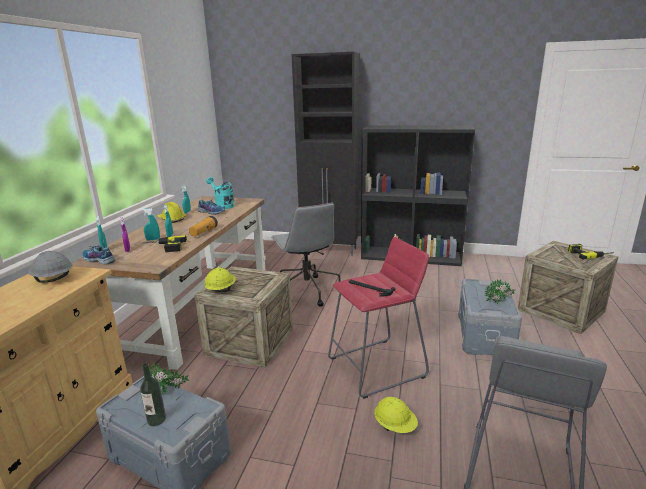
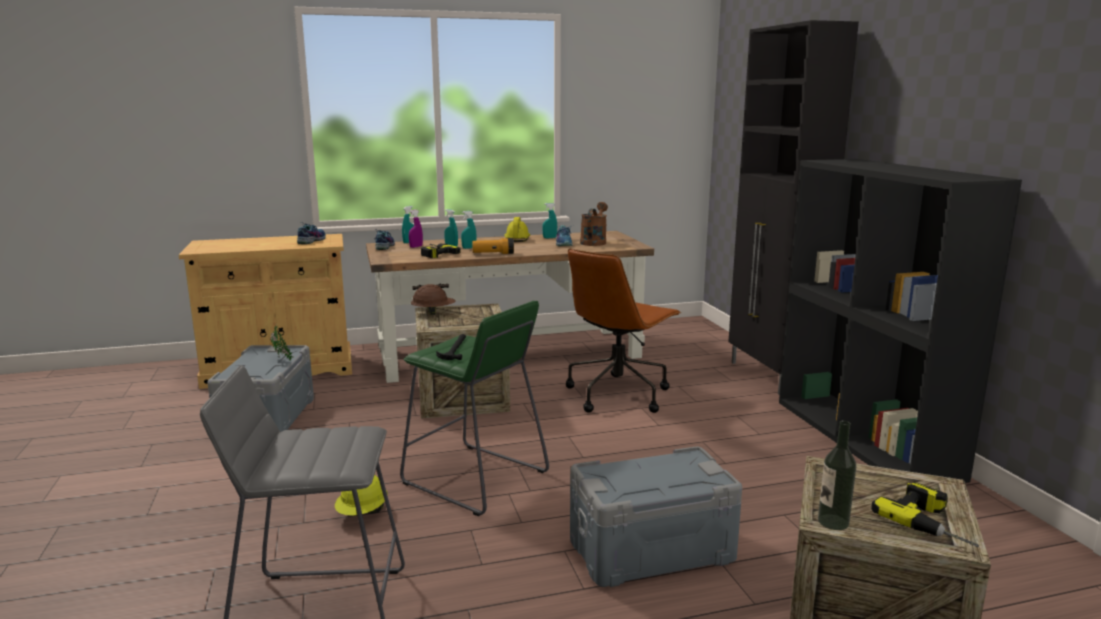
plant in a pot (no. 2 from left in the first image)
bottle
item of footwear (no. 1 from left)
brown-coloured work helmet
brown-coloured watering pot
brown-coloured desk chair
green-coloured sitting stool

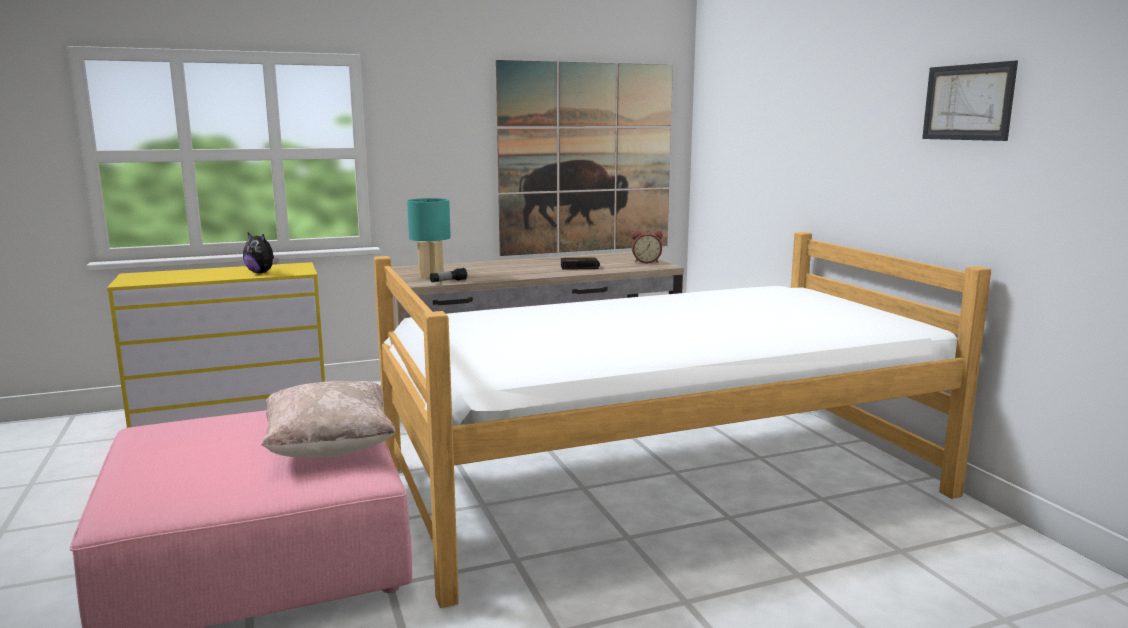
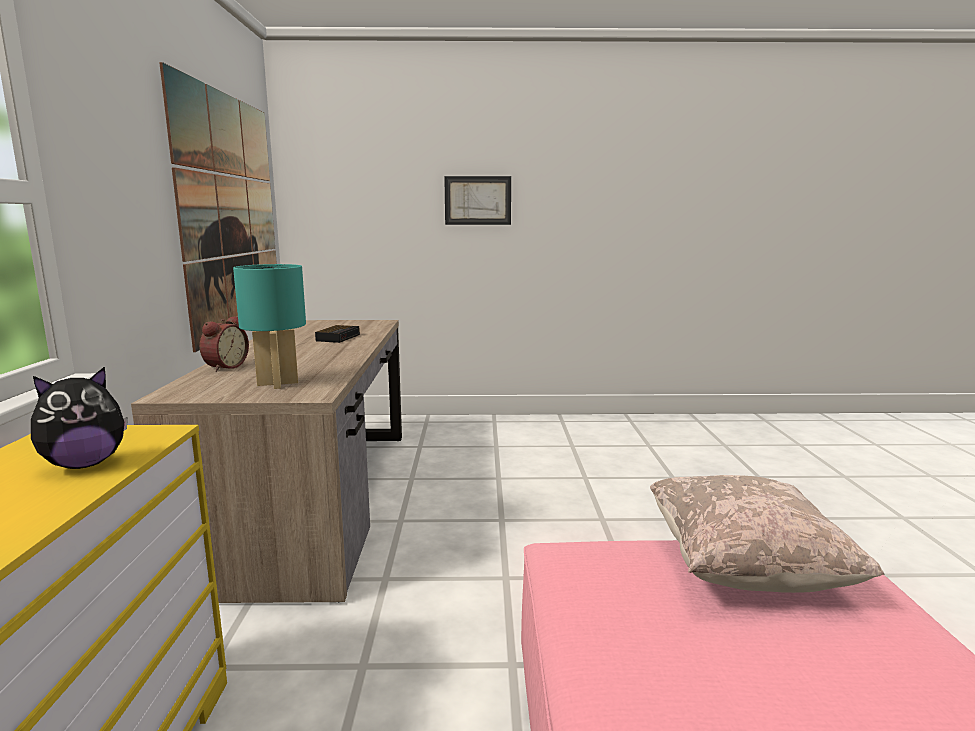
bed
flashlight
alarm clock (no. 1 from left)
wall picture (no. 2 from left)

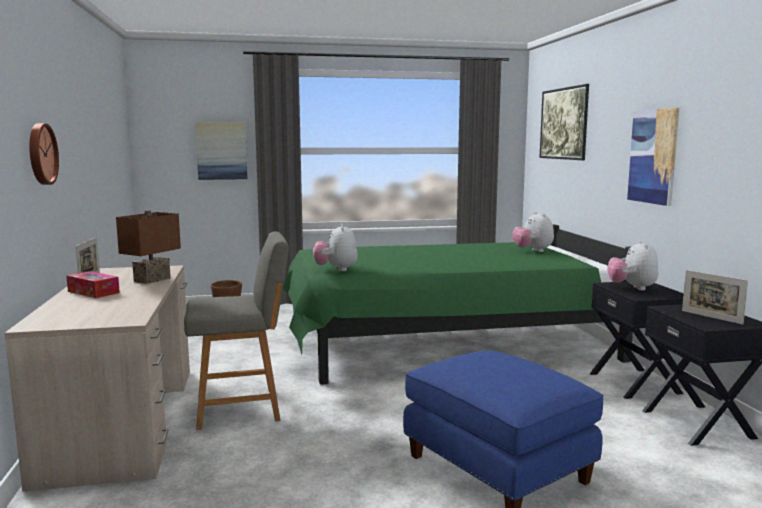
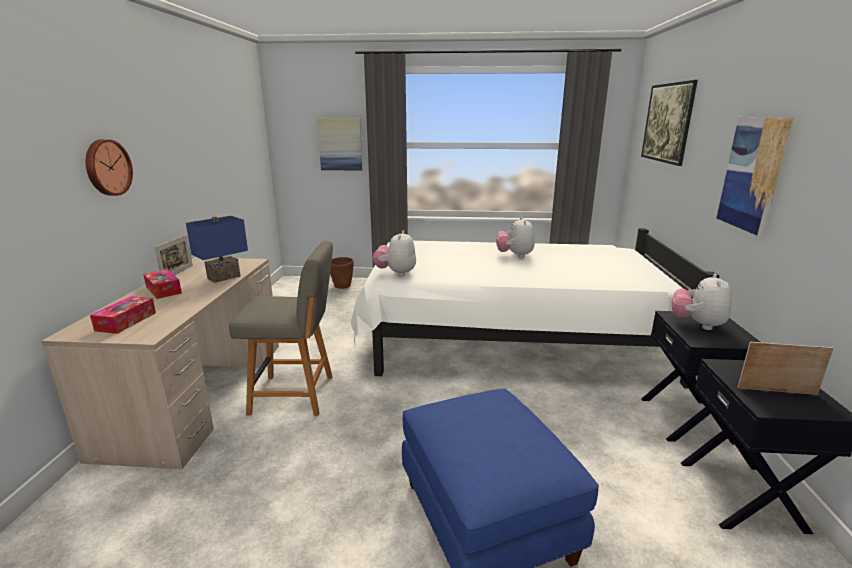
tissue holder (no. 1 from left)
plush toy (no. 2 from left)
bluish table lamp
white-coloured bed
standing frame (no. 2 from left)

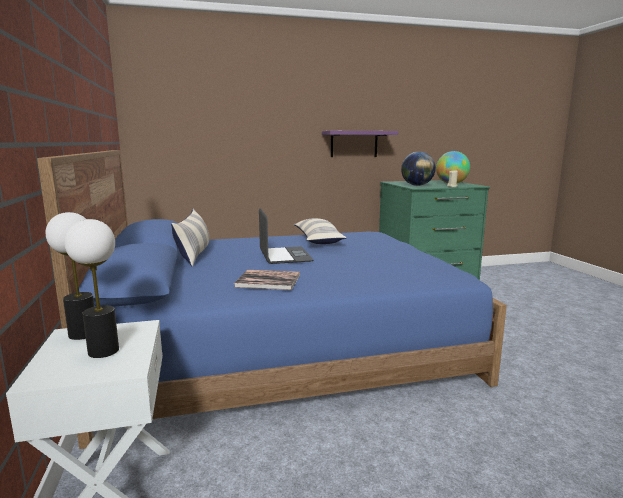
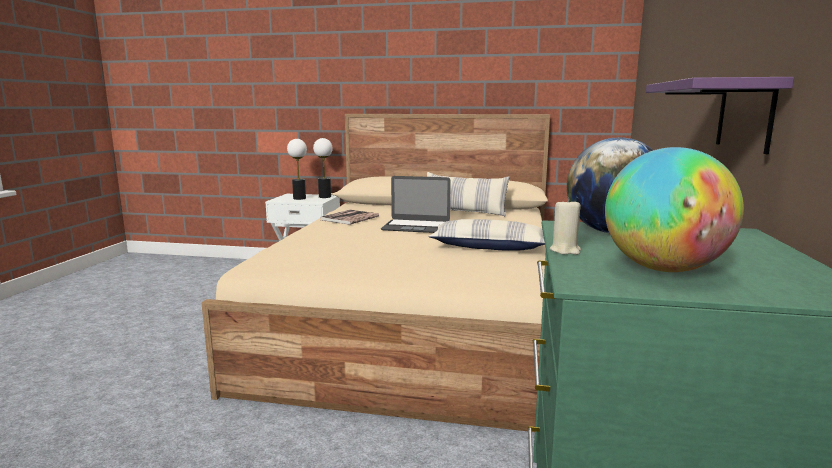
beige bed

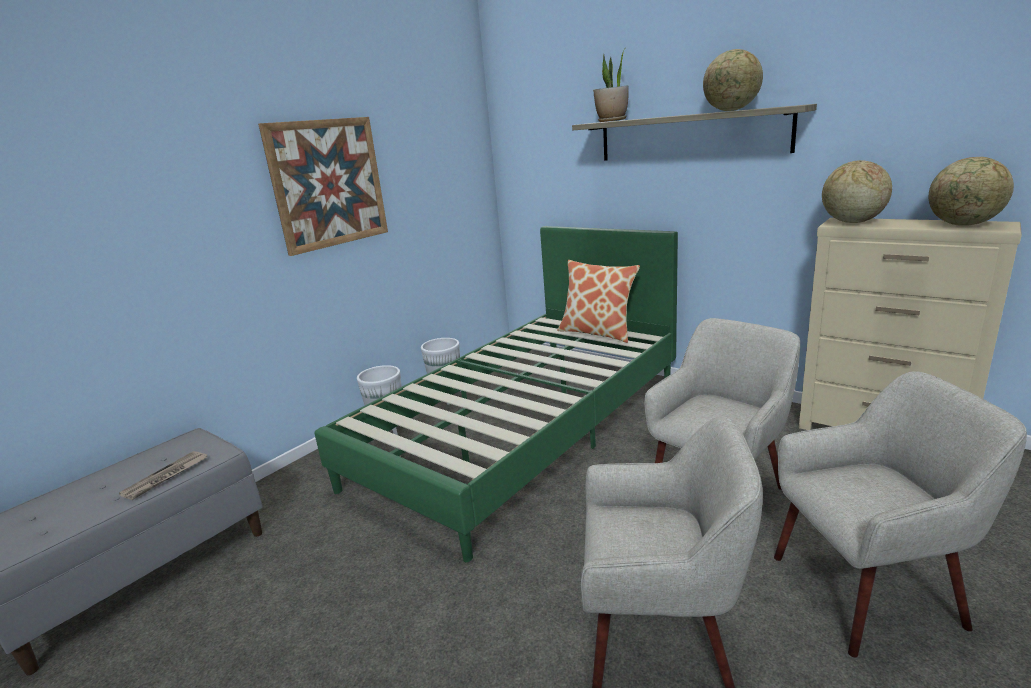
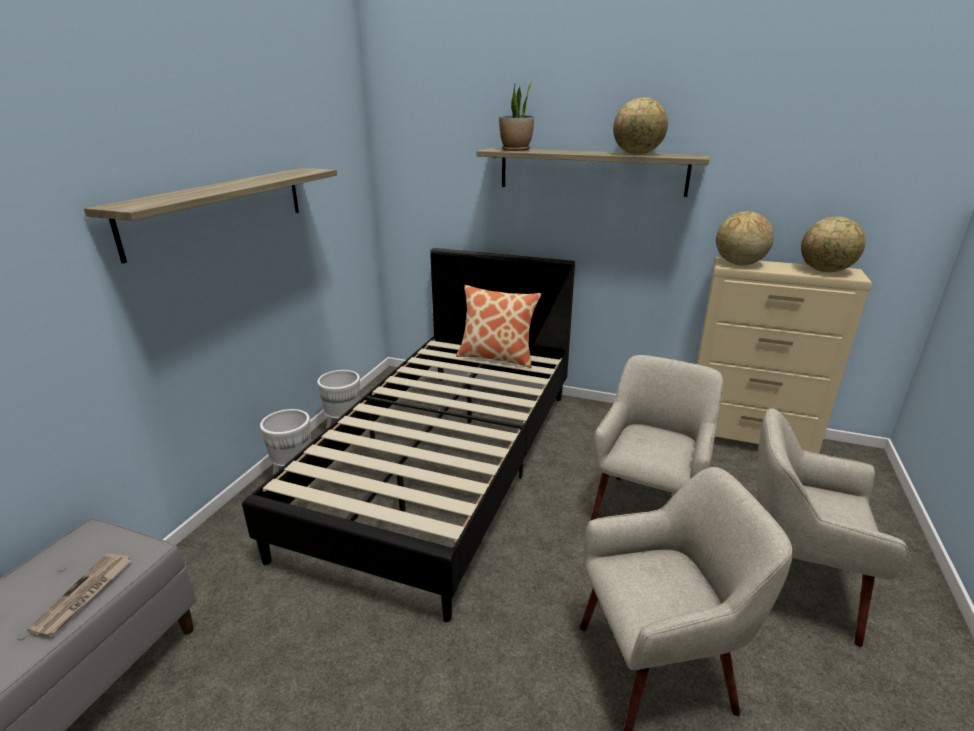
bracket shelf (no. 1 from left)
blackish bed
beige easy chair (no. 3 from left)

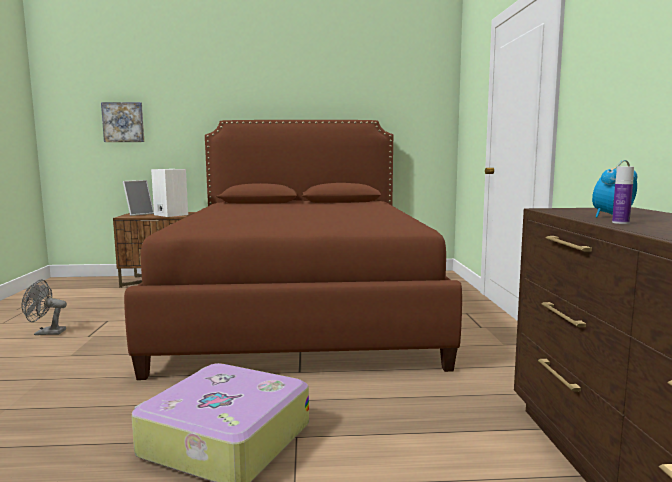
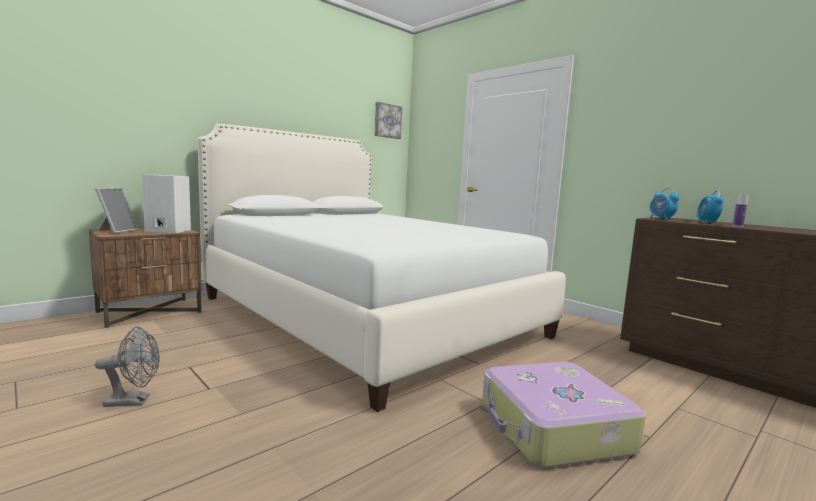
alarm clock (no. 1 from left)
wall picture
white-coloured bed
gray cooling fan

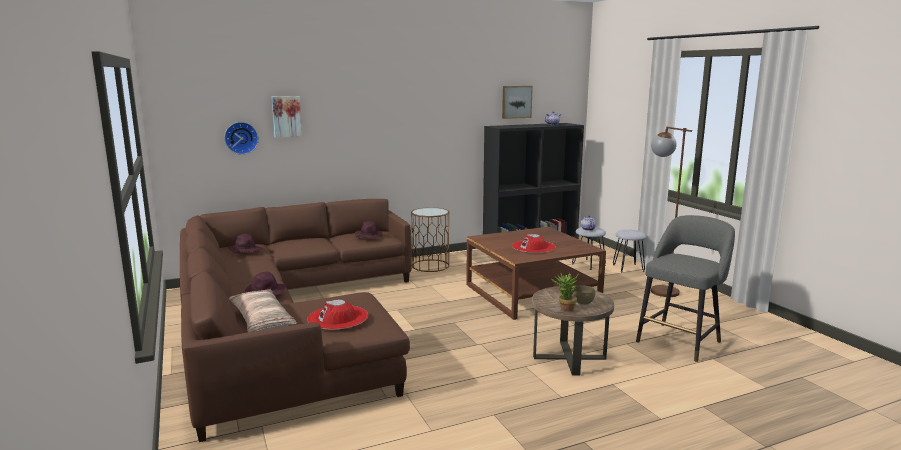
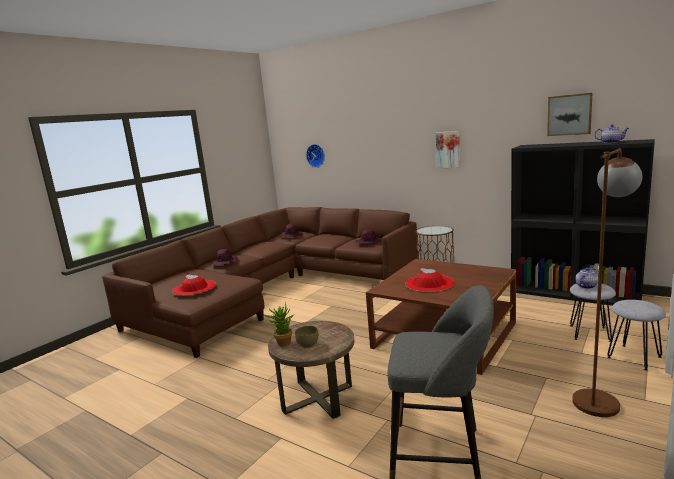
cushion
wall picture (no. 1 from left)

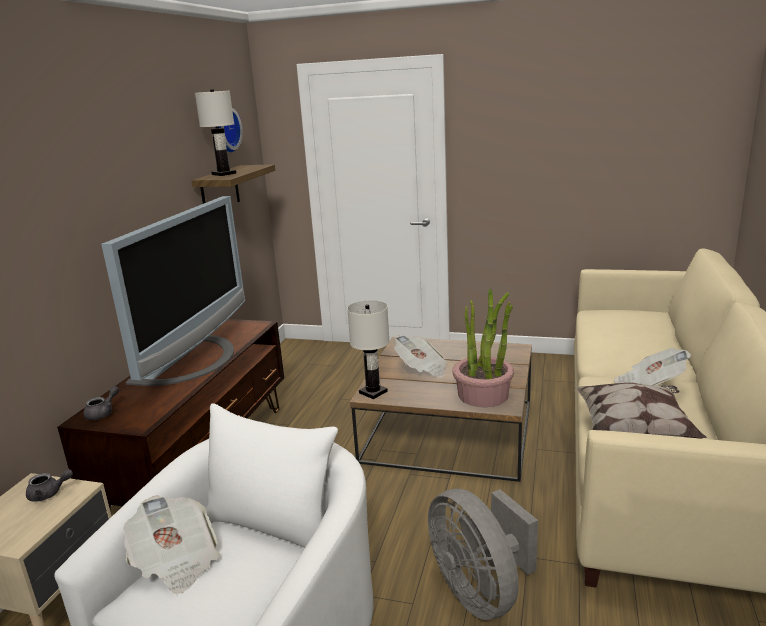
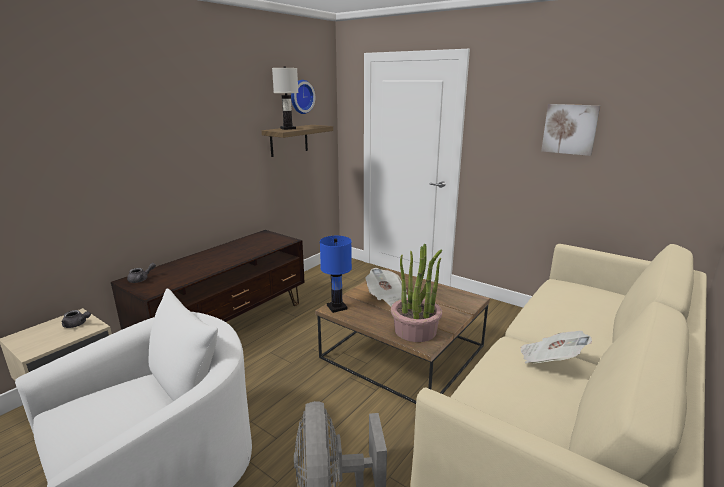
TV set
daily paper (no. 1 from left in the first image)
cushion
wall picture
bluish table lamp

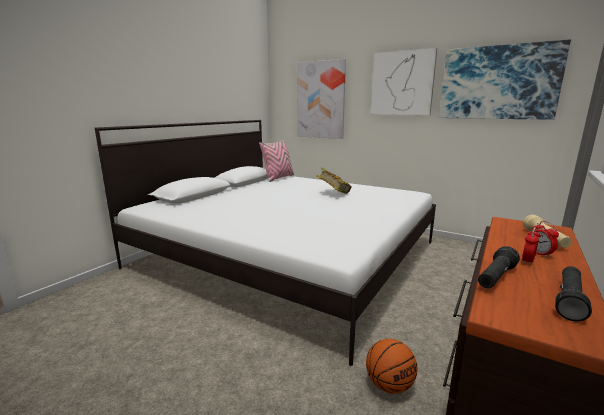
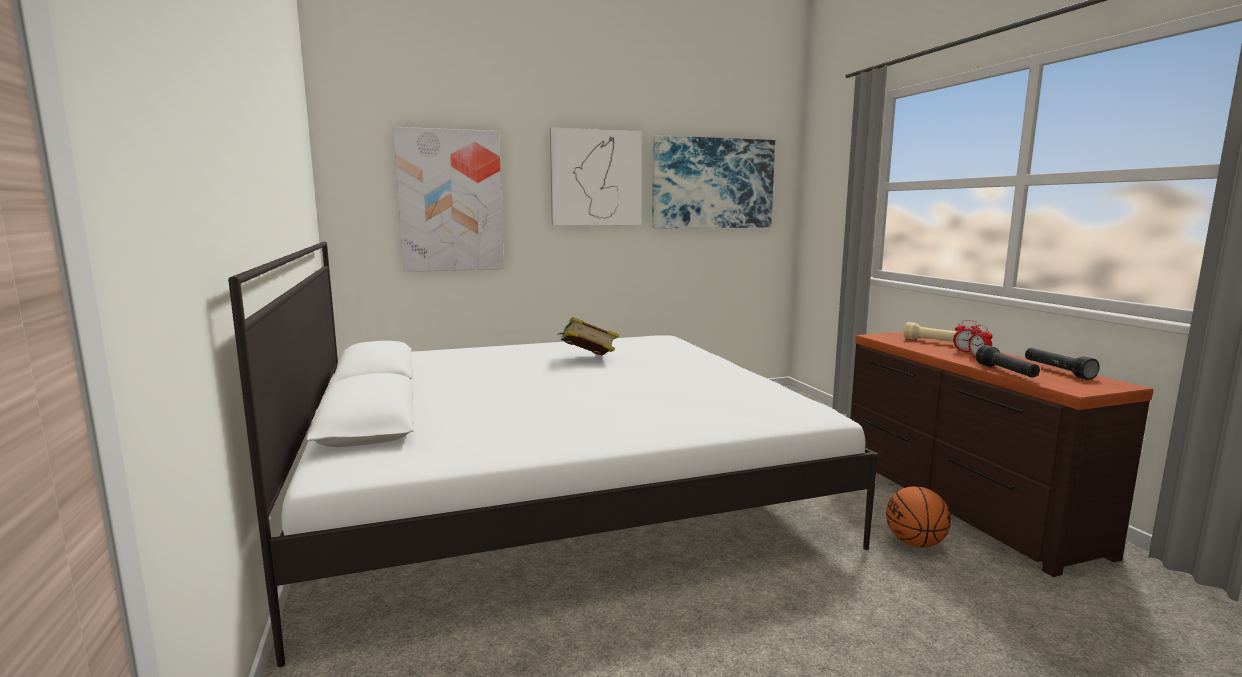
pink-coloured cushion

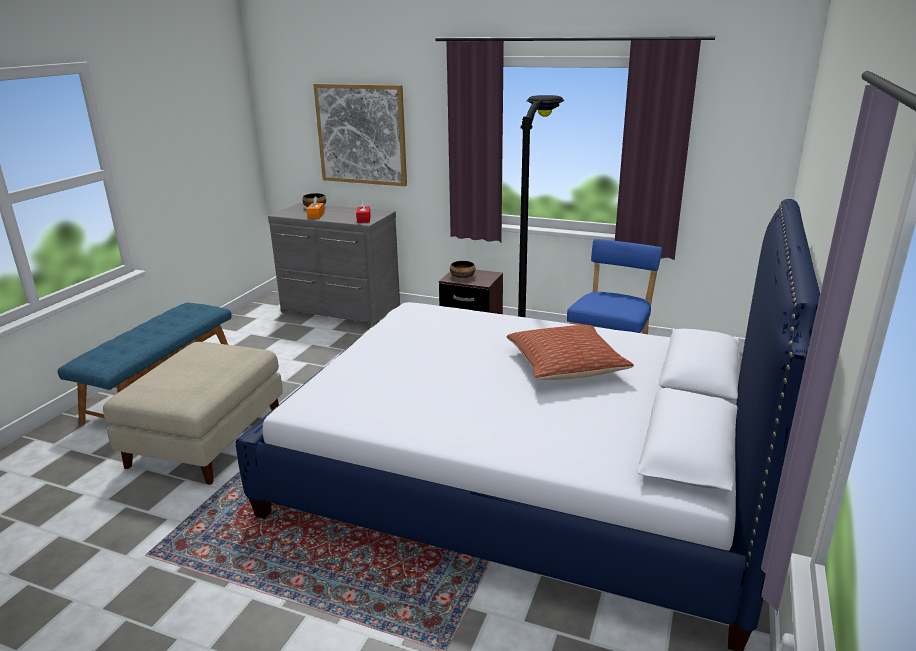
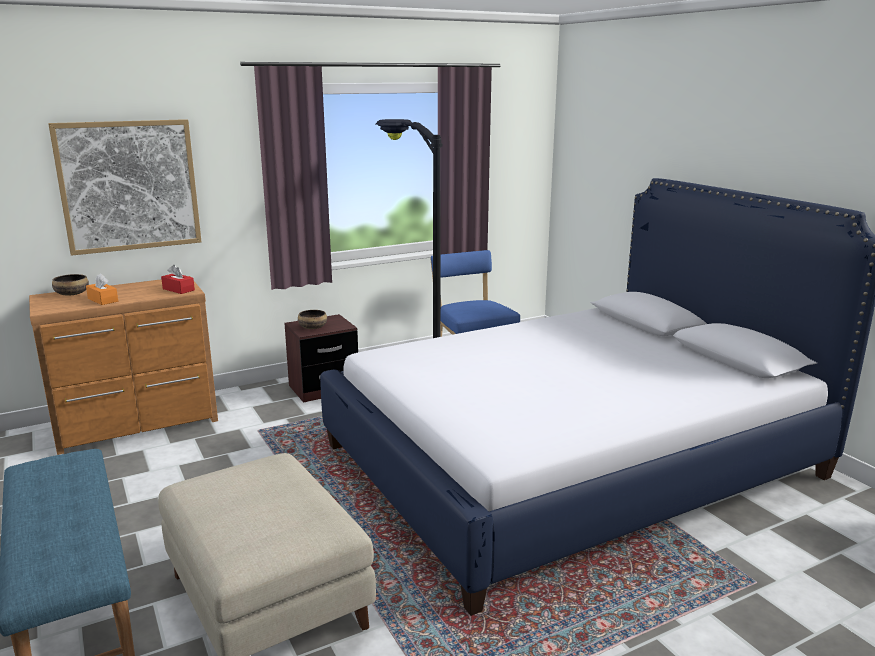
cushion
brown-coloured dresser

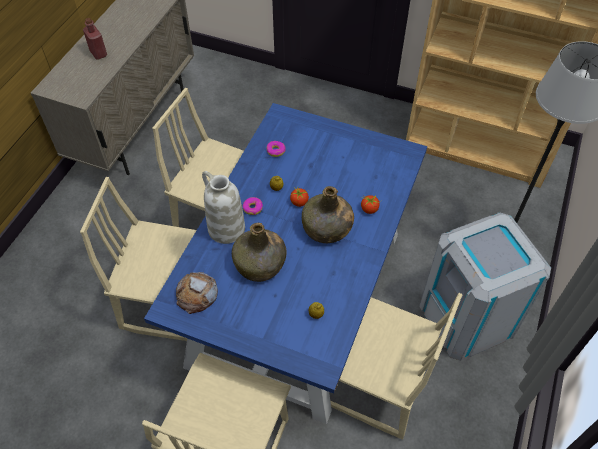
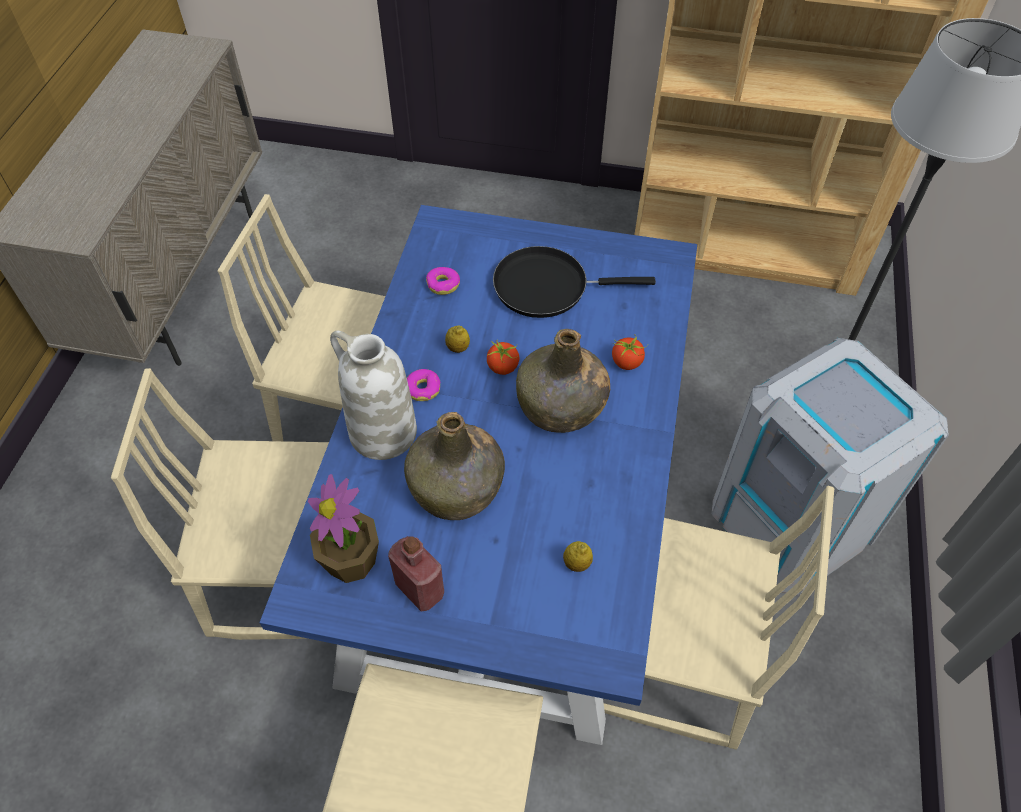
blackish frying pan
red-coloured bottle
plant in a pot

